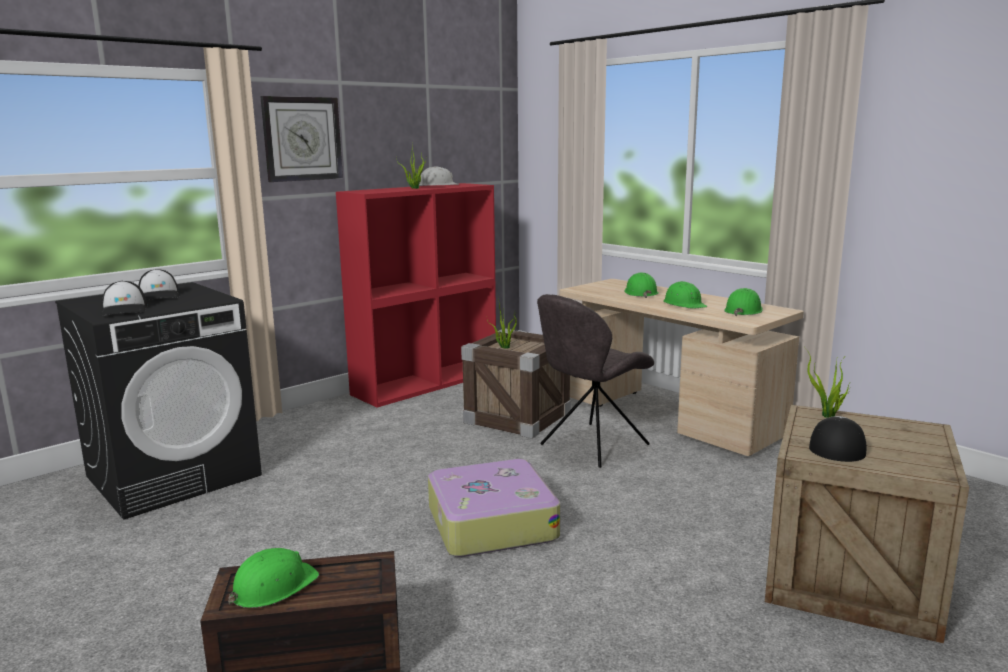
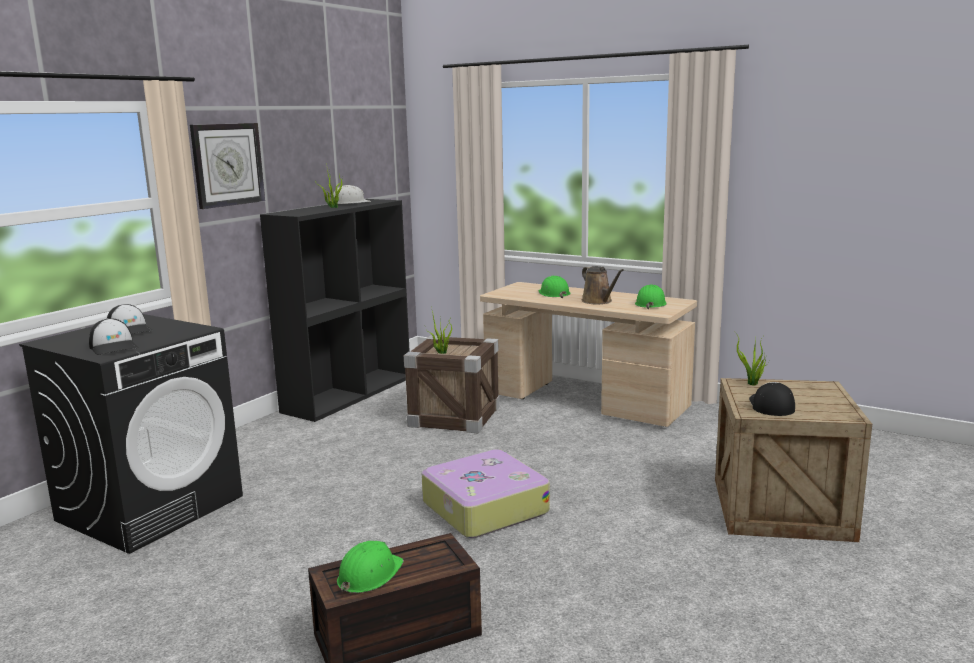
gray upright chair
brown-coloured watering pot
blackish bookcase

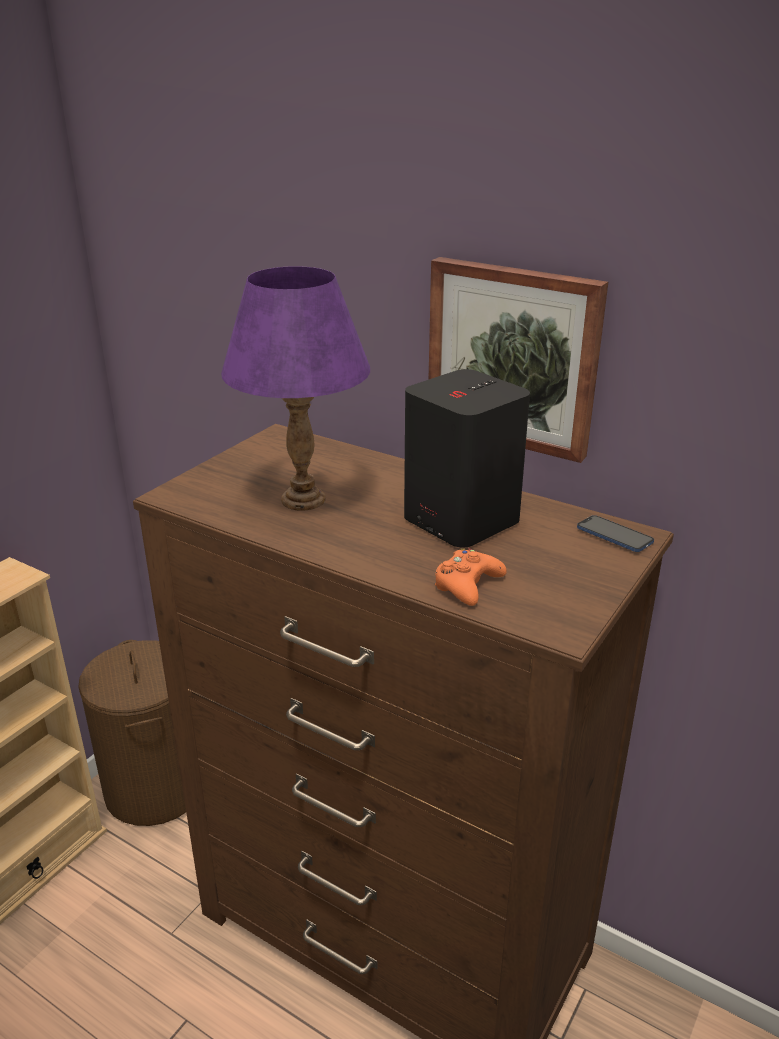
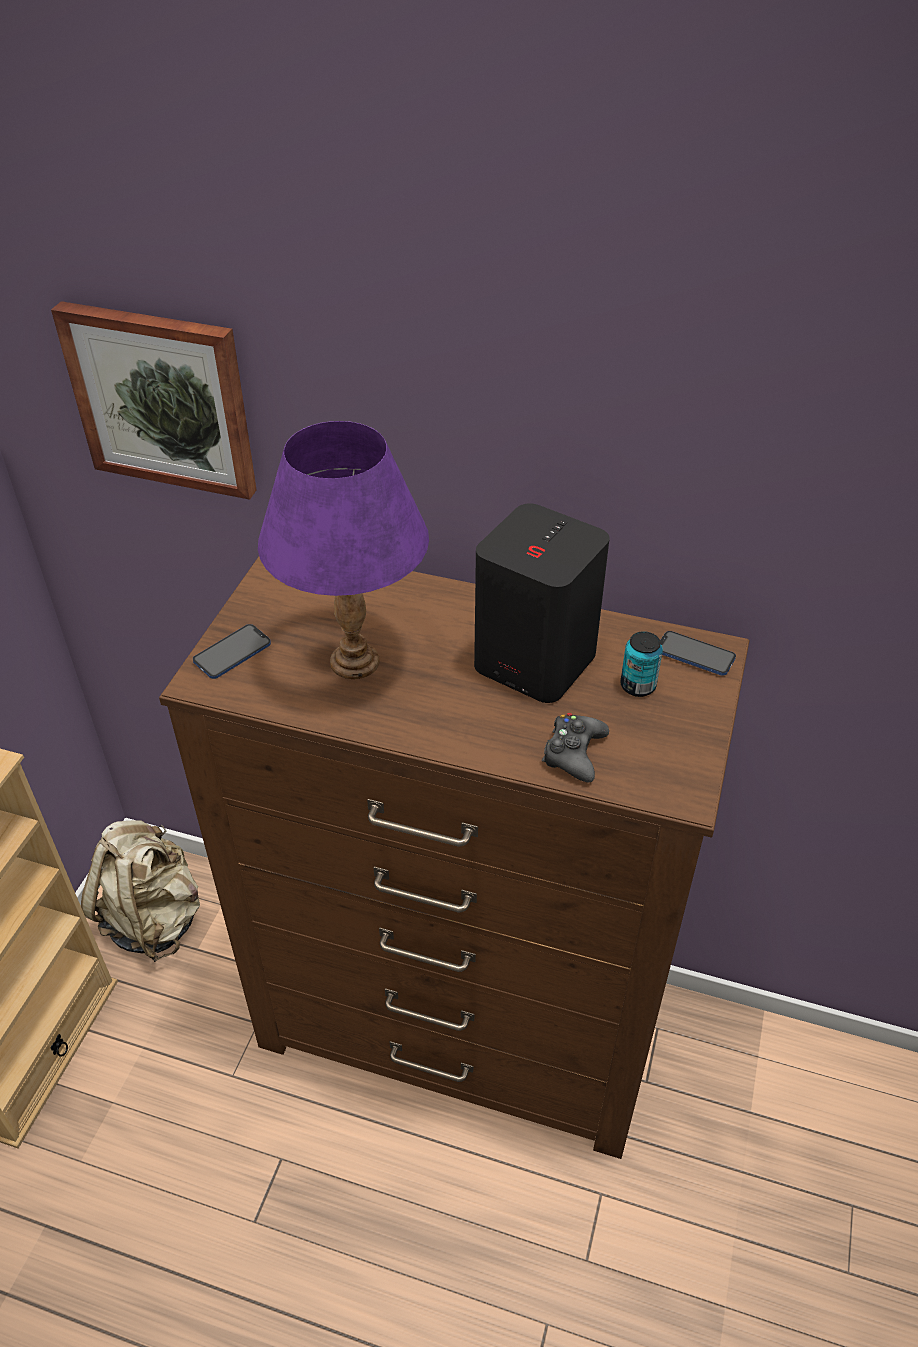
telephone (no. 1 from left)
metal can
wall picture
beige backpack
blackish game controller

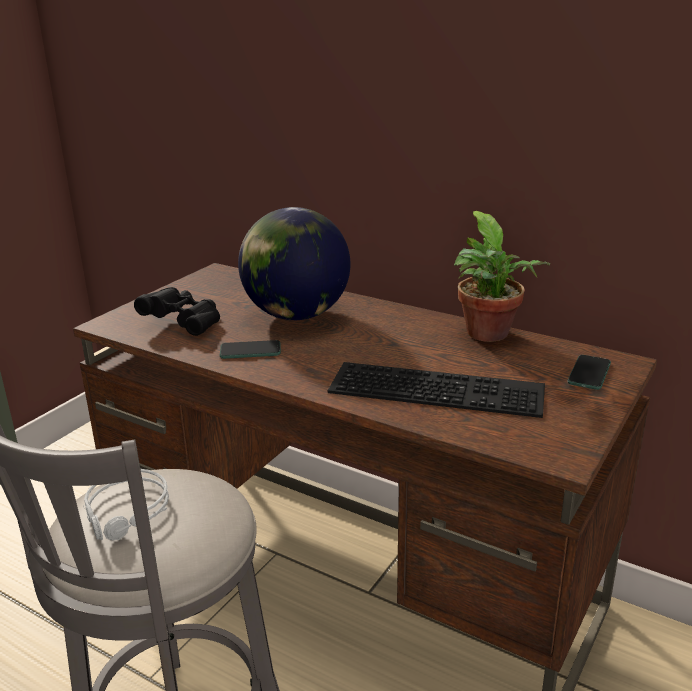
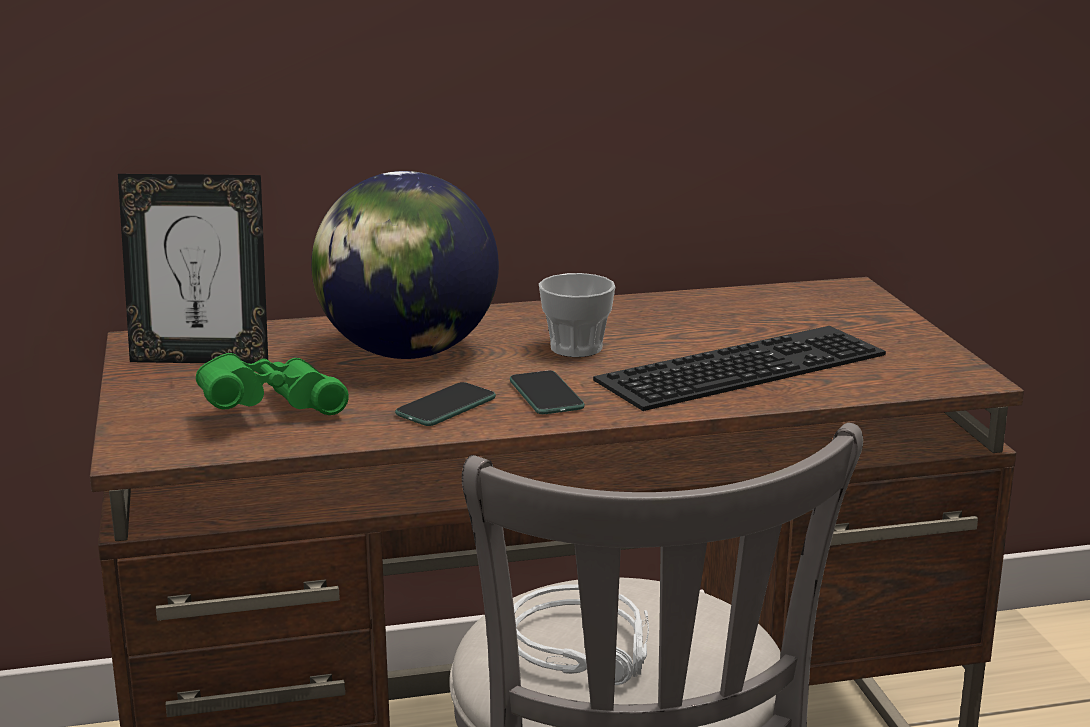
plant in a pot
standing frame
cup
telephone (no. 2 from left)
green-coloured pair of binoculars

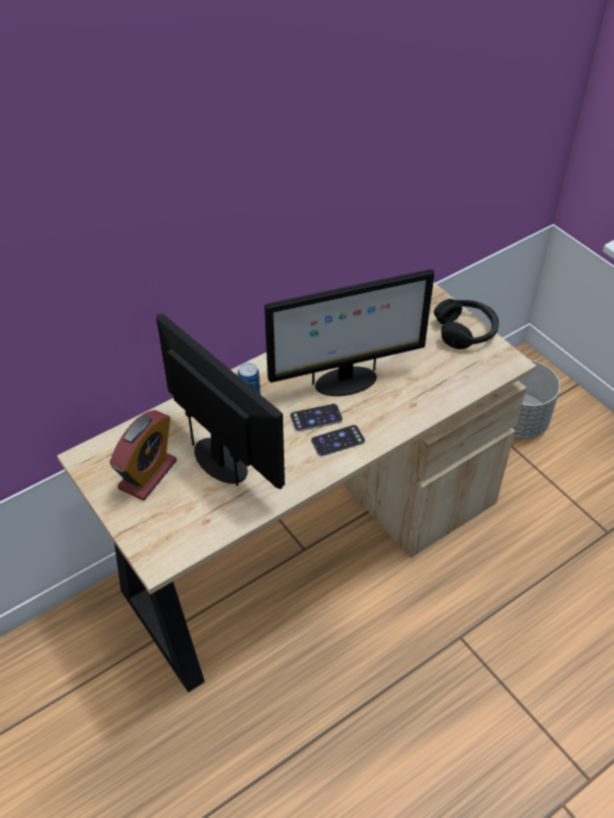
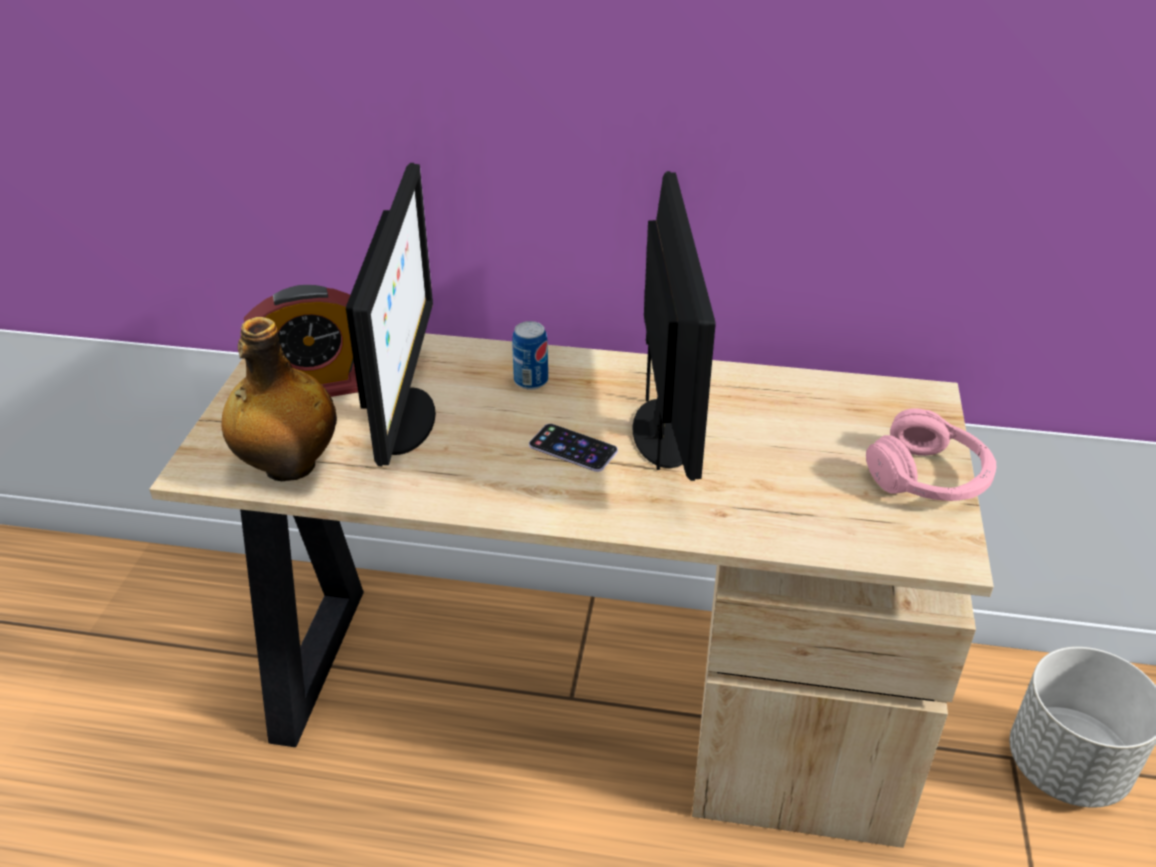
telephone (no. 2 from left in the first image)
bottle
pink-coloured headphones
computer display (no. 2 from left)

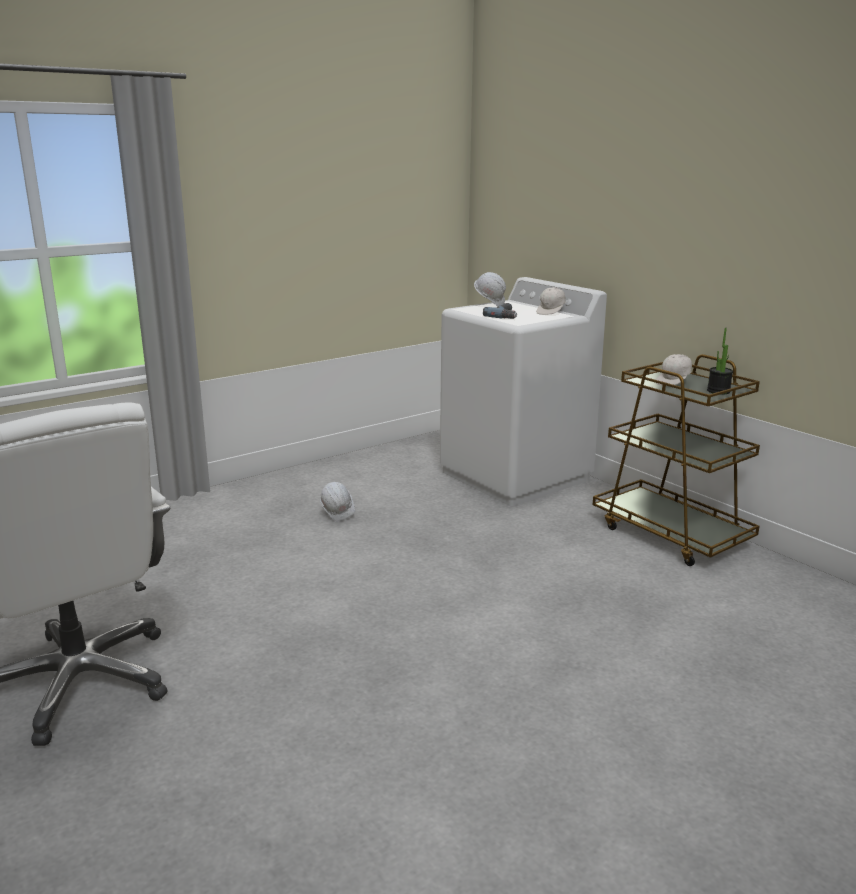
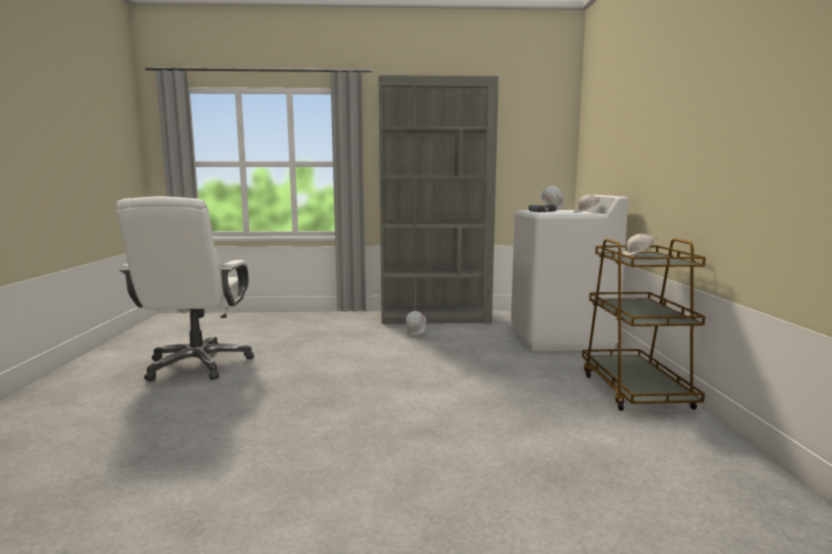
plant in a pot
gray bookcase

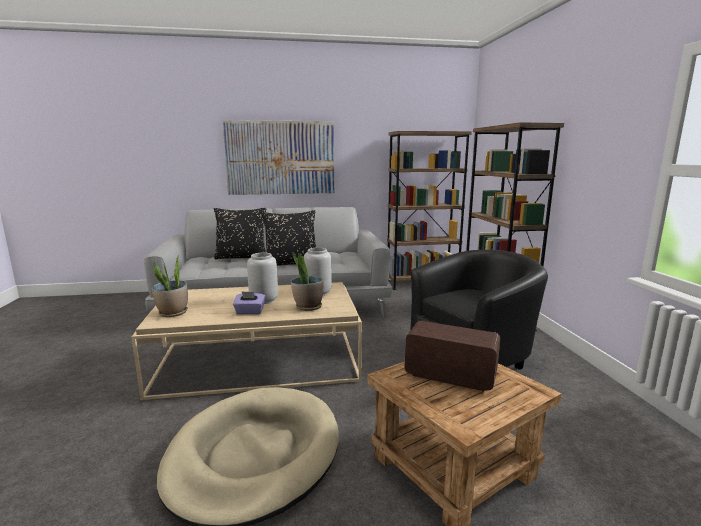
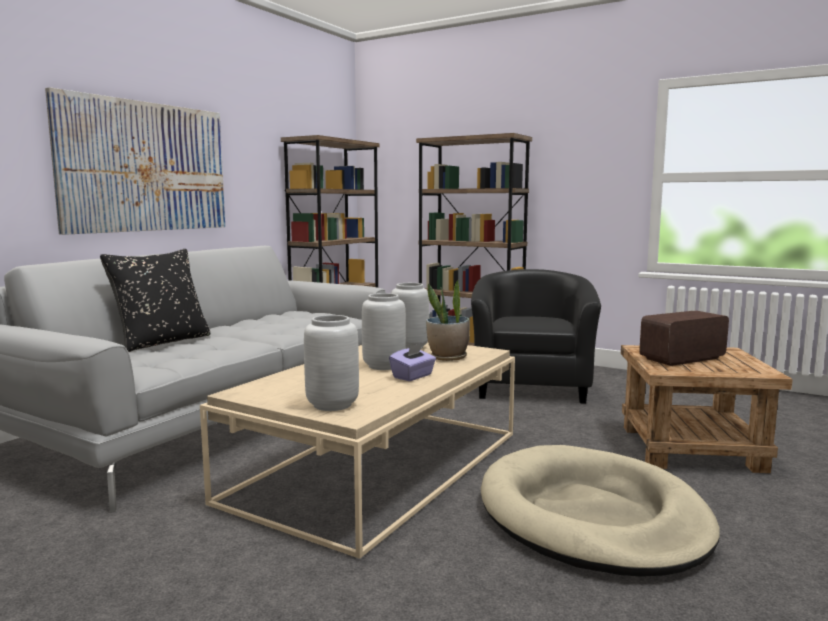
blackish cushion (no. 2 from left in the first image)
gray flower vase (no. 1 from left)

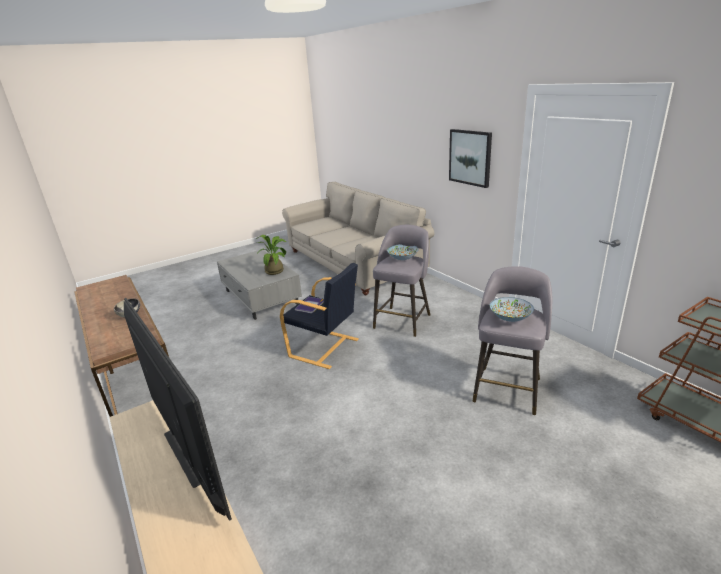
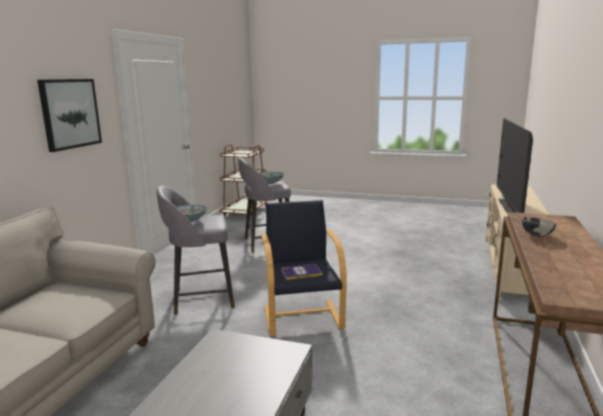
plant in a pot

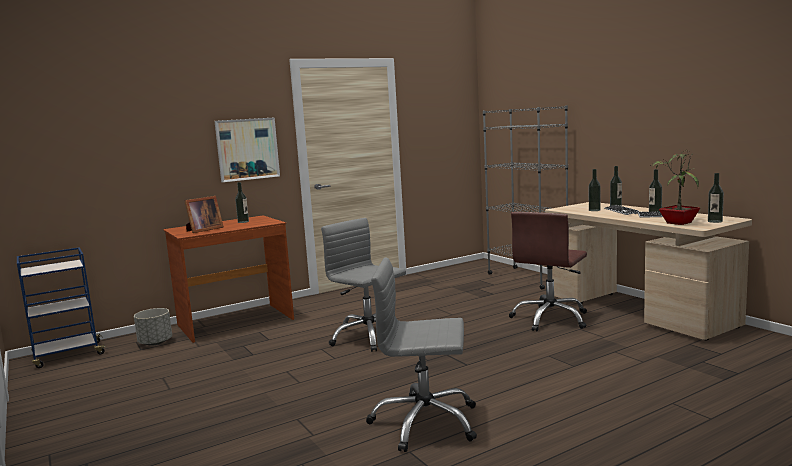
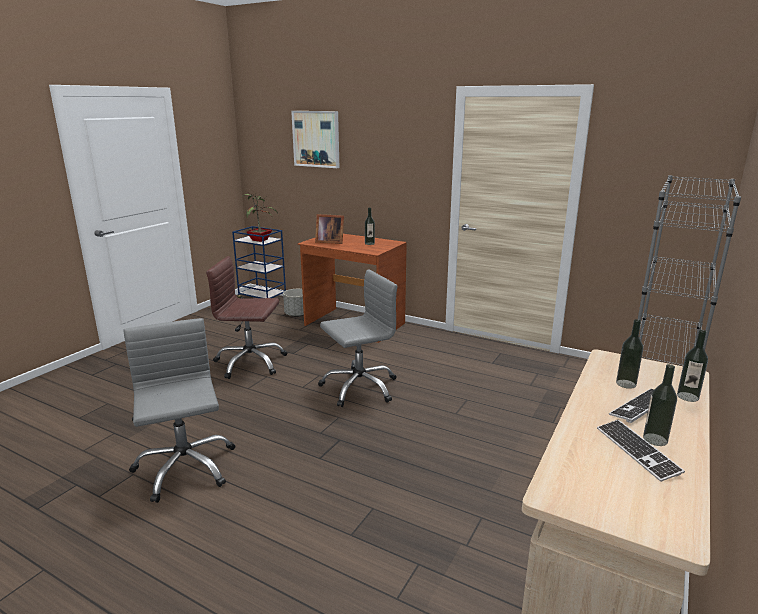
bottle (no. 5 from left in the first image)
wall picture
brown-coloured desk chair
plant in a pot
gray desk chair (no. 2 from left)

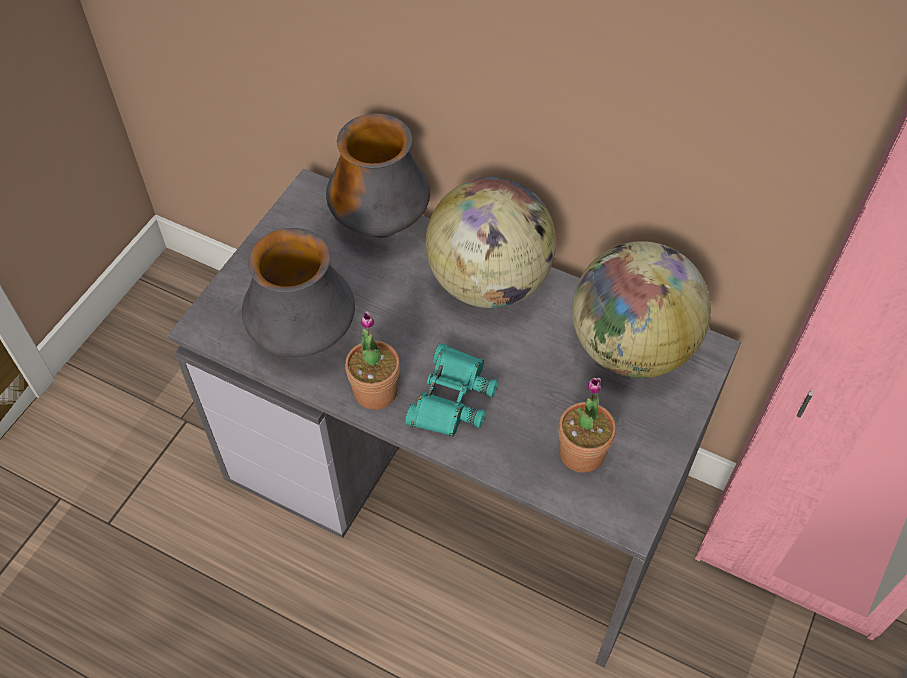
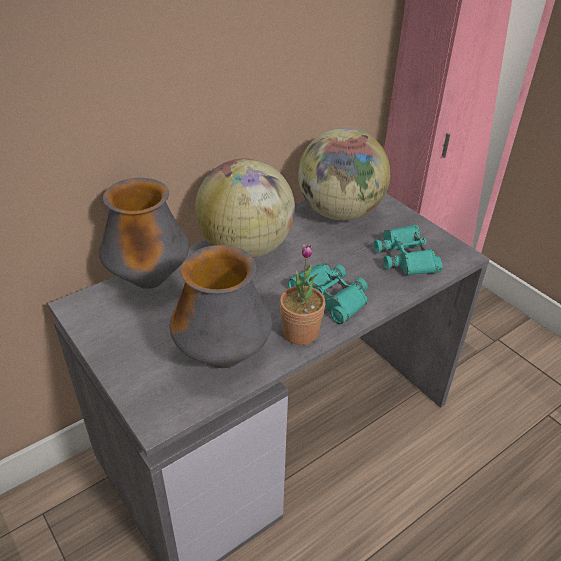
blue-green pair of binoculars (no. 2 from left)

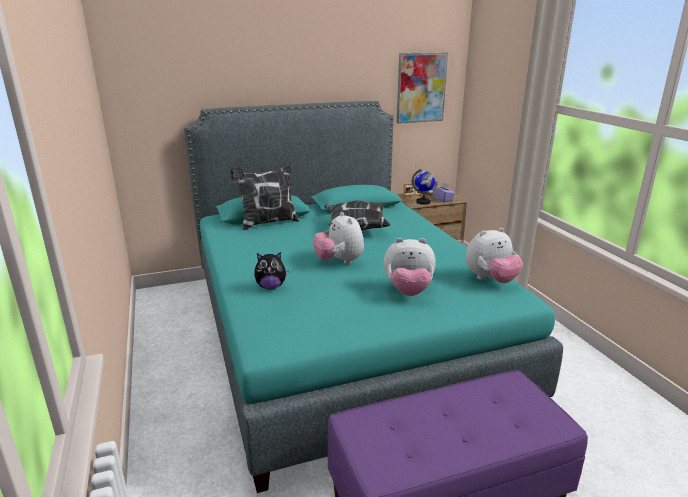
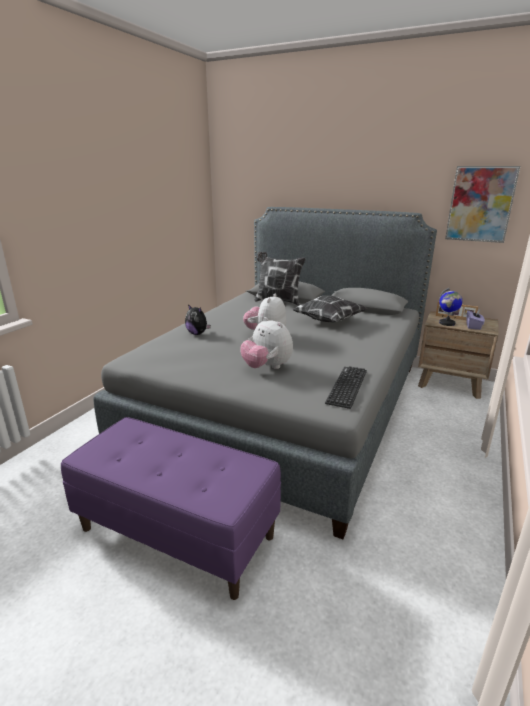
PC keyboard
gray bed

